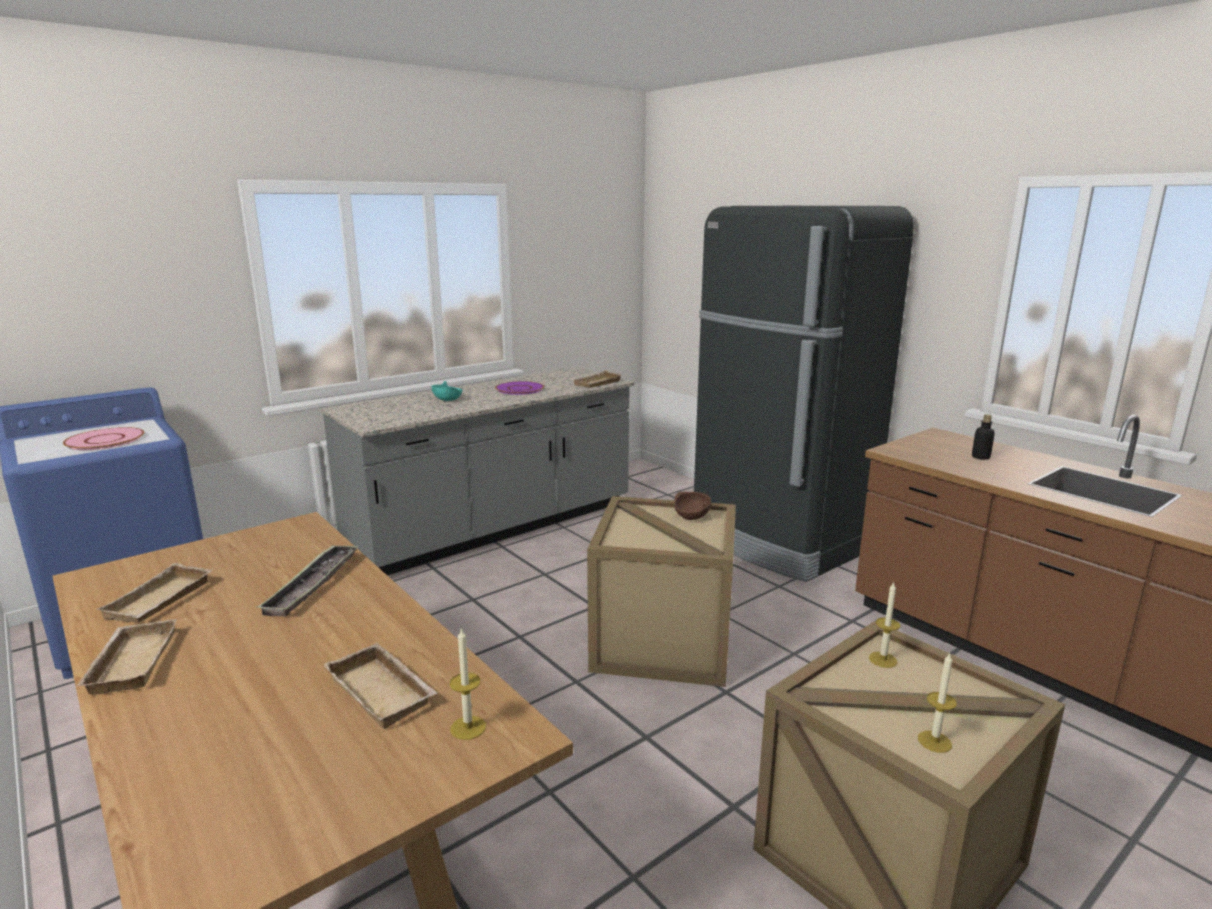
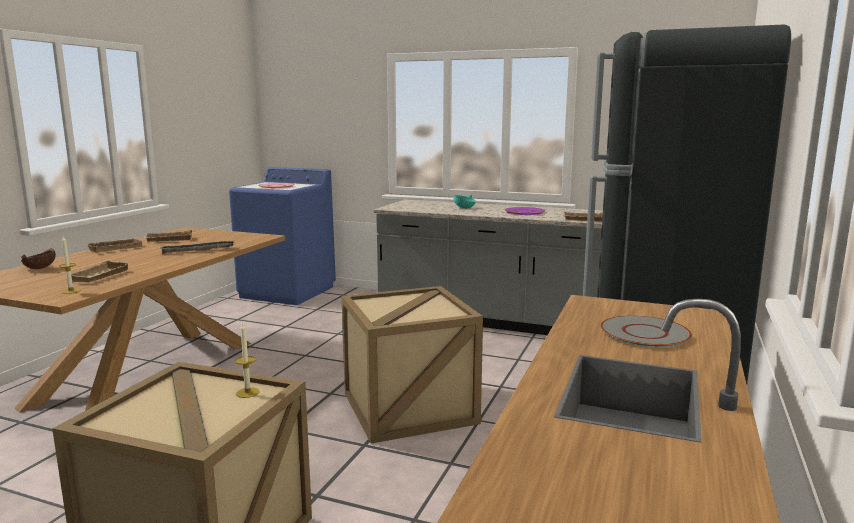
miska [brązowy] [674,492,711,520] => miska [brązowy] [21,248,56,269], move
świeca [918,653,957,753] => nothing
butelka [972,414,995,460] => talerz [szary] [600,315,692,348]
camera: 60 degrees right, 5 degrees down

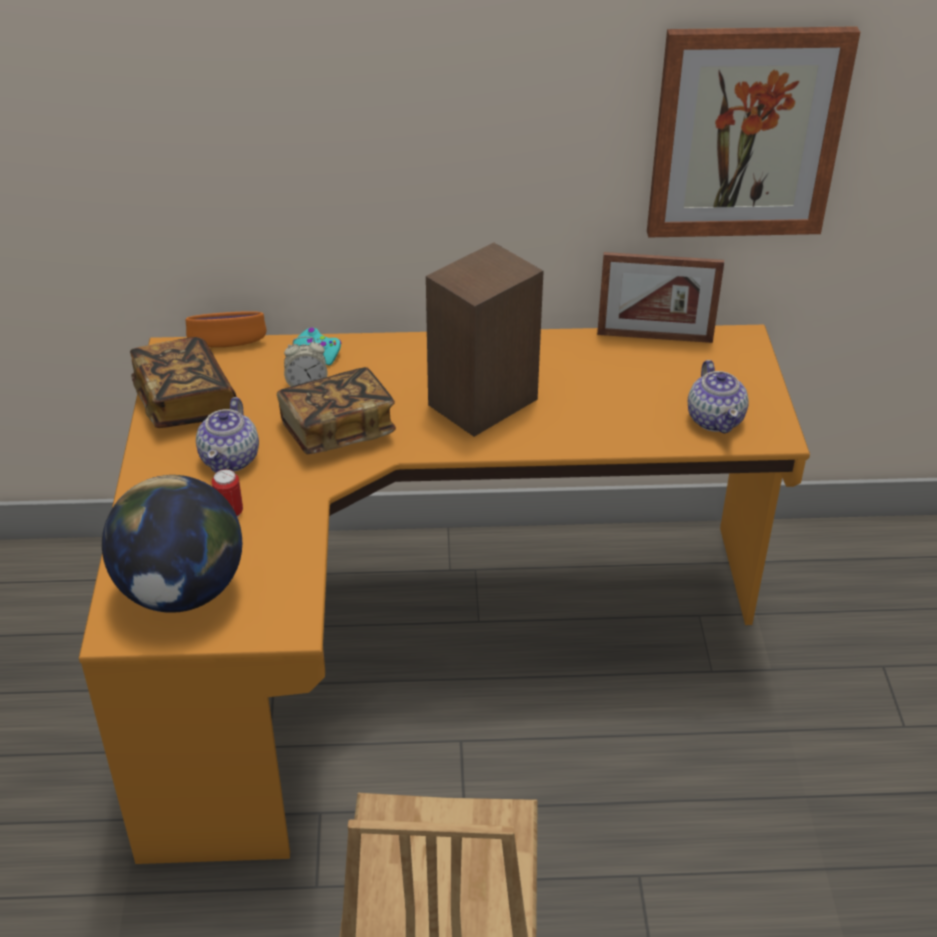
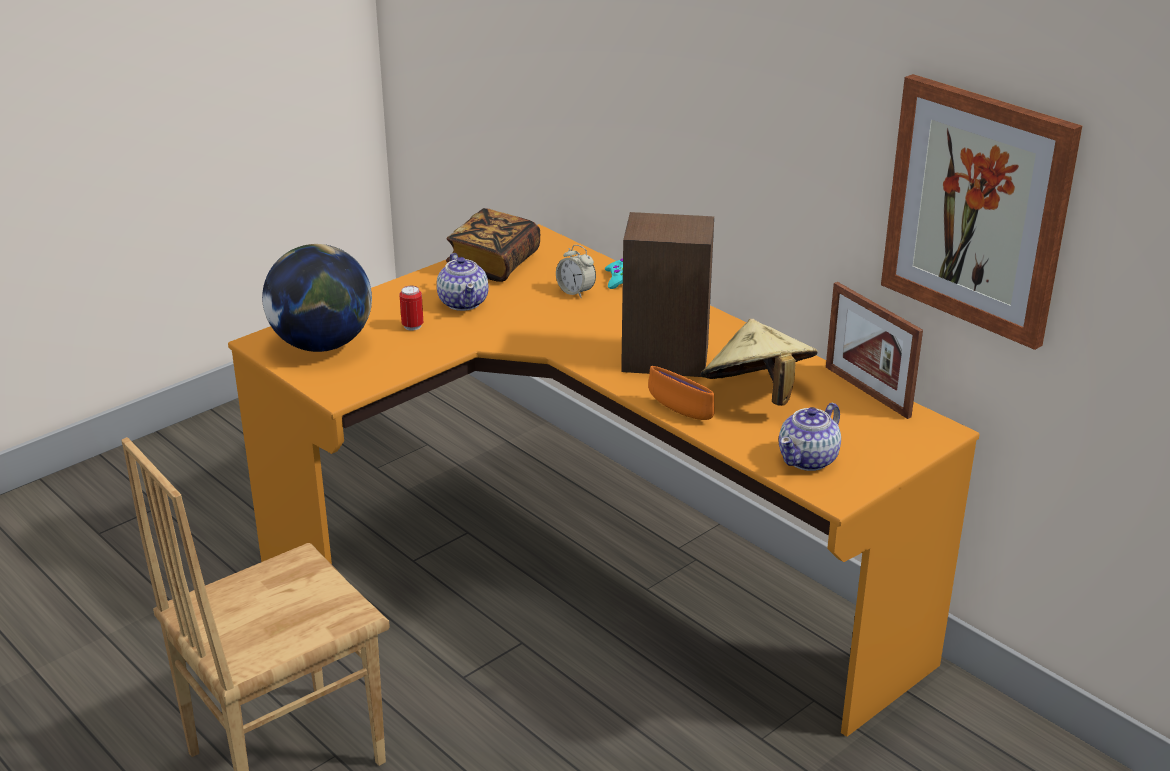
miska [pomarańczowy] [186,311,267,347] => miska [pomarańczowy] [648,366,715,420], move
imbryk [196,397,259,473] => imbryk [437,253,489,311], 75 degrees counterclockwise
książka [277,367,396,454] => nothing
nothing => kapelusz [beżowy] [701,319,817,406]
camera: 50 degrees right, 10 degrees down

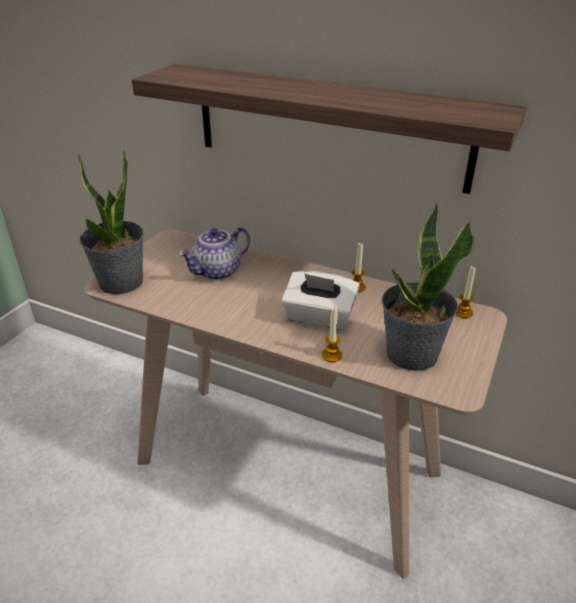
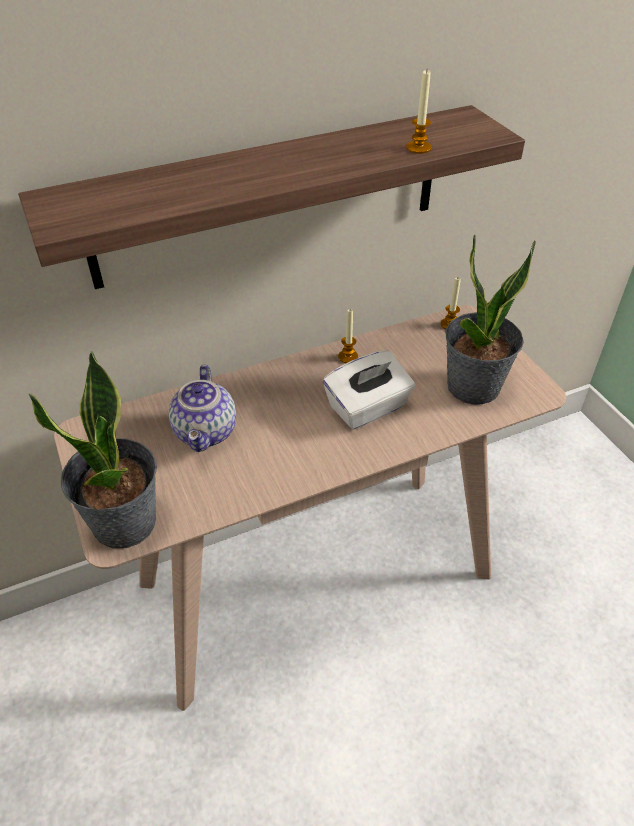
świeca [322,306,342,362] => świeca [406,70,432,154], move
camera: 50 degrees left, 10 degrees up

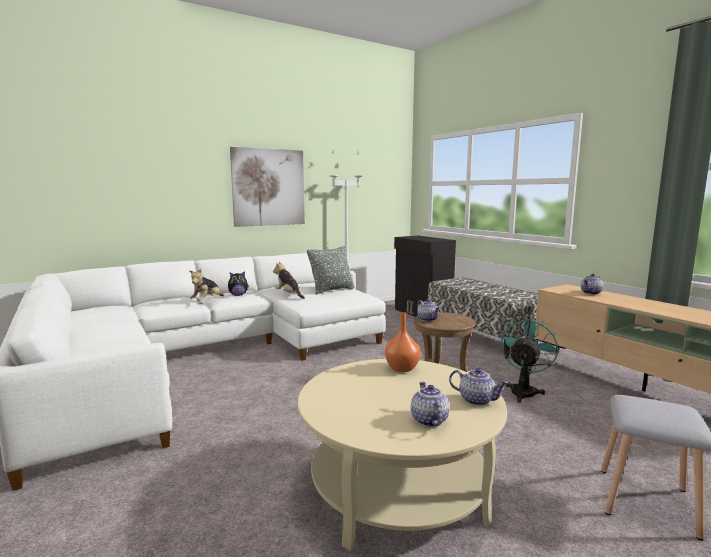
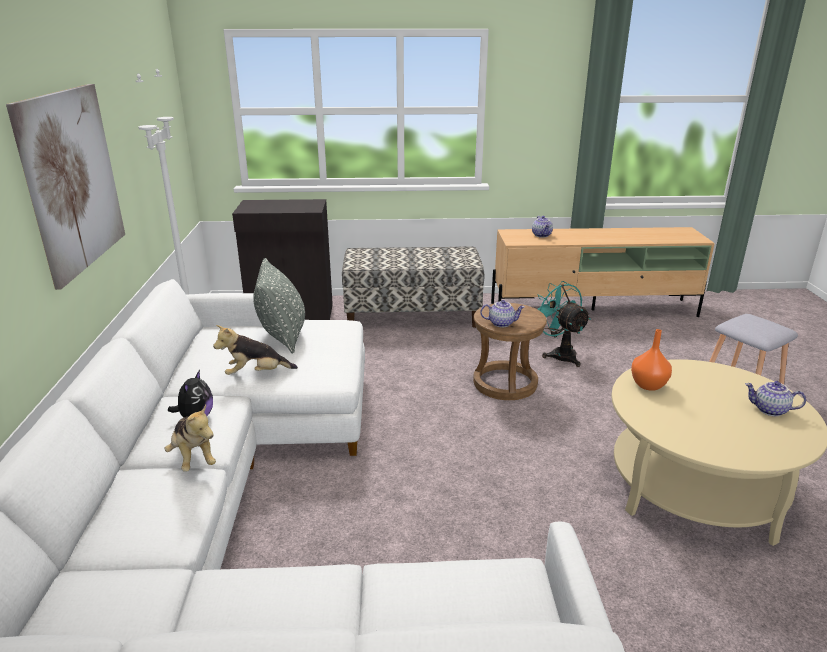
imbryk [449,368,508,406] => nothing
camera: 60 degrees left, 15 degrees up

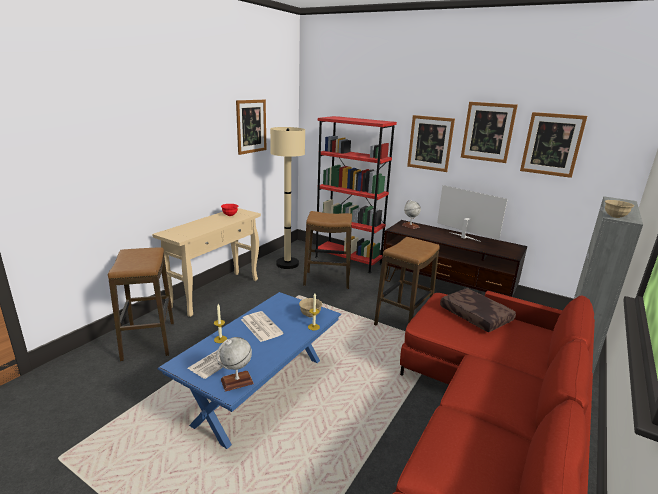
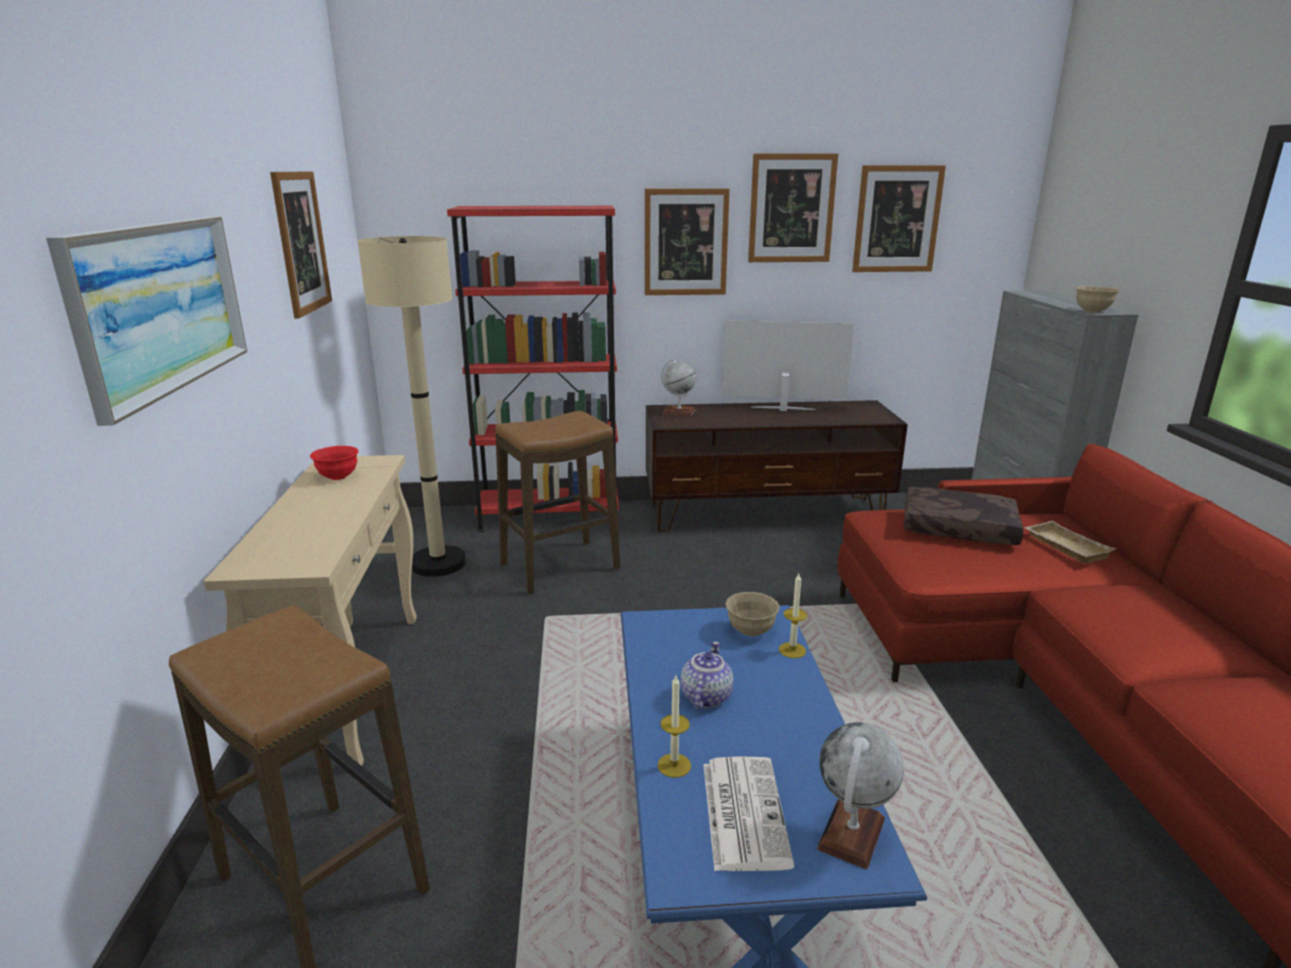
gazeta [241,311,284,342] => imbryk [681,641,733,709]
stołek [374,237,440,325] => nothing
nothing => obraz [46,217,247,426]
nothing => taca [beżowy] [1024,521,1116,563]
camera: 35 degrees left, 0 degrees up

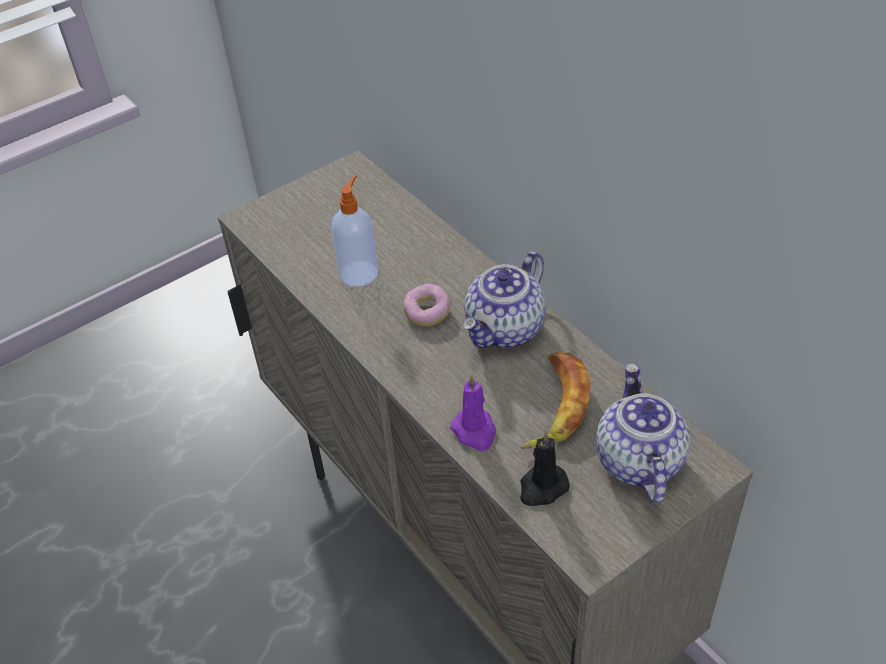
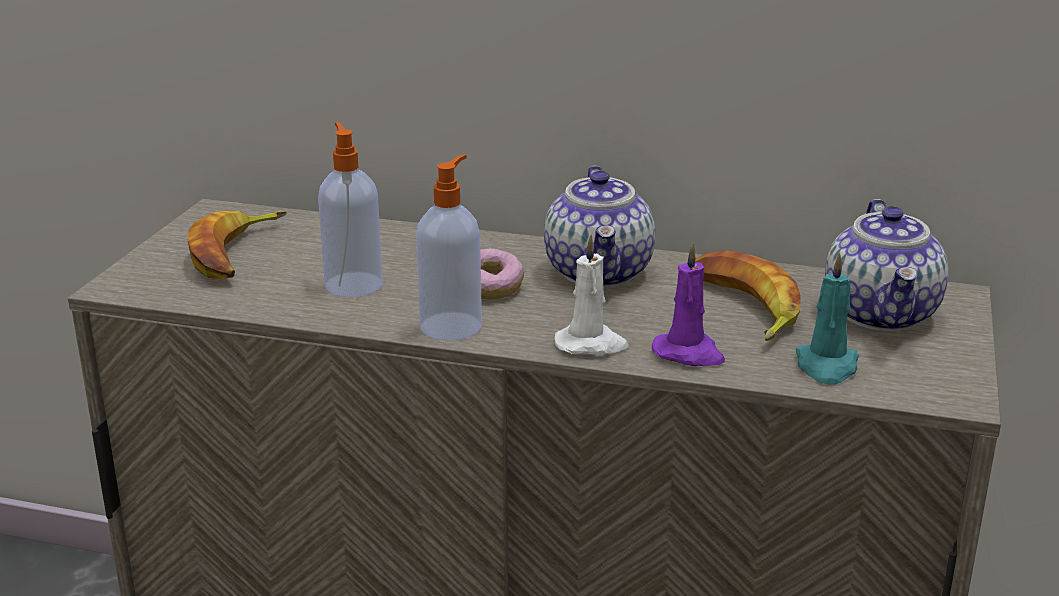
świeca [czarny] [520,431,570,506] => świeca [turkusowy] [796,252,859,385]
imbryk [596,363,690,504] => imbryk [825,199,948,331], 135 degrees counterclockwise
nothing => banan [188,211,287,279]
nothing => dozownik mydła [416,154,482,340]
nothing => świeca [biały] [555,235,629,355]
camera: 40 degrees left, 20 degrees down

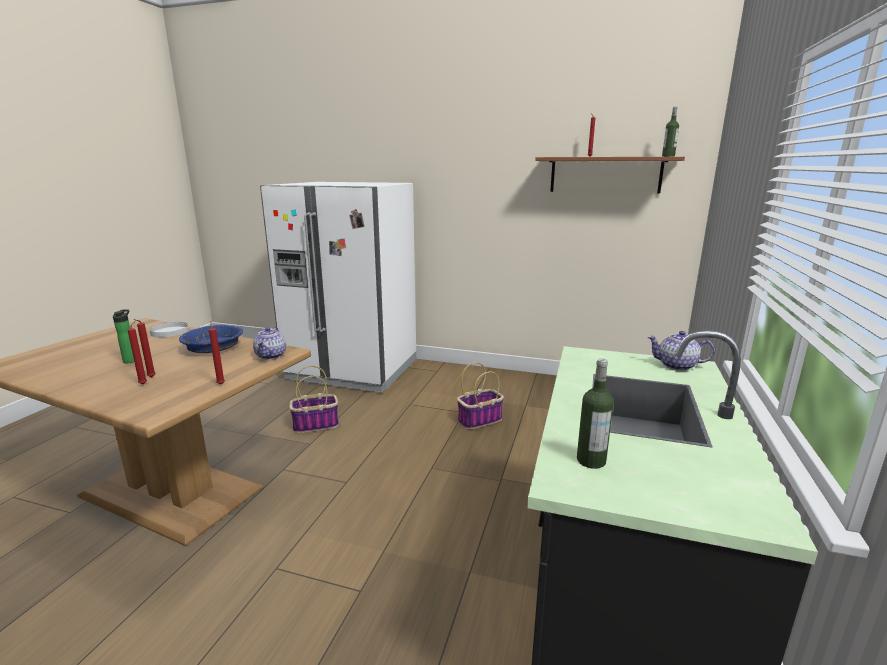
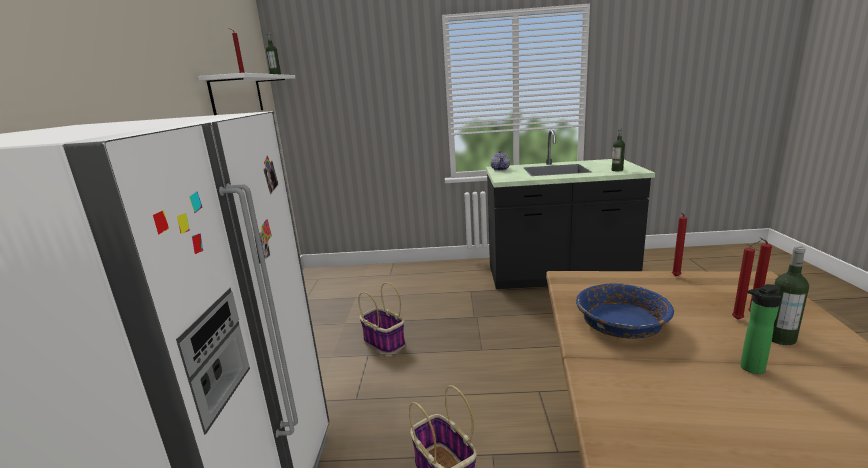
talerz [biały] [150,322,189,337] => nothing
imbryk [253,327,286,360] => nothing
półka [brązowy] [535,157,685,193] => półka [biały] [198,73,295,115]
nothing => butelka [772,246,809,345]
camera: 105 degrees left, 0 degrees up

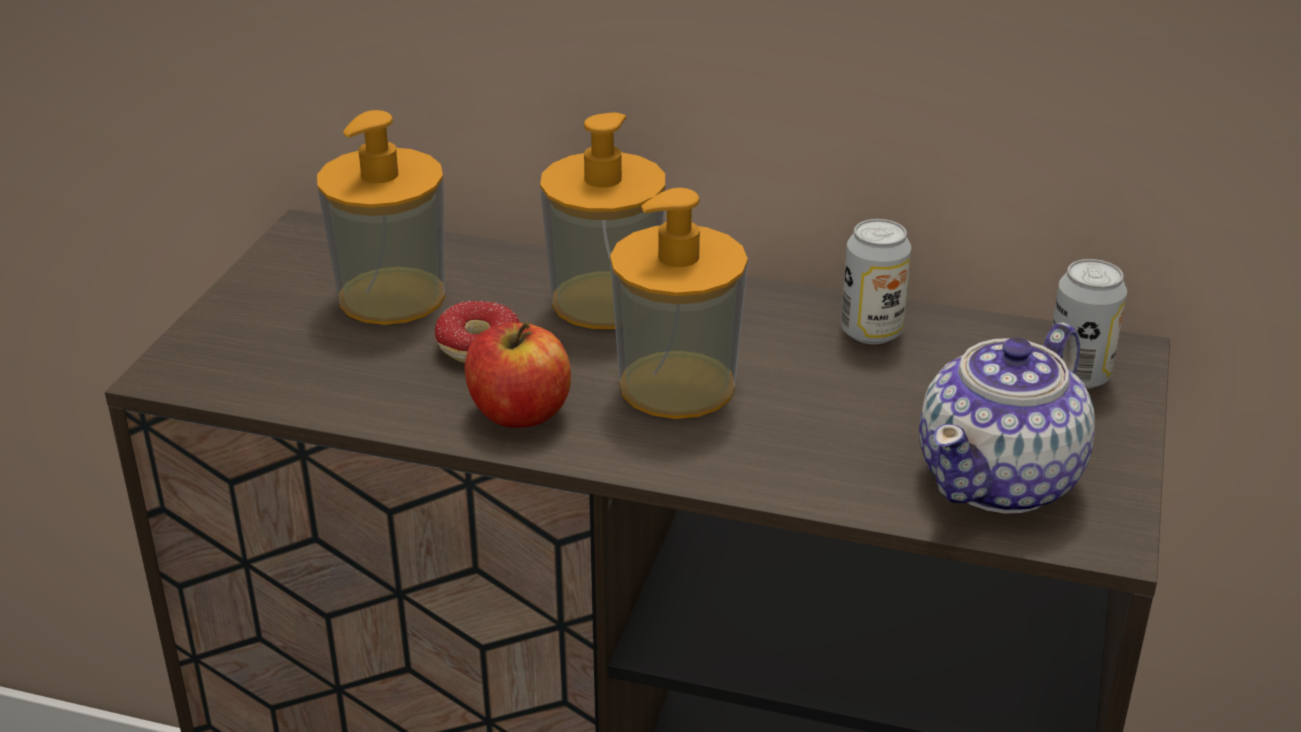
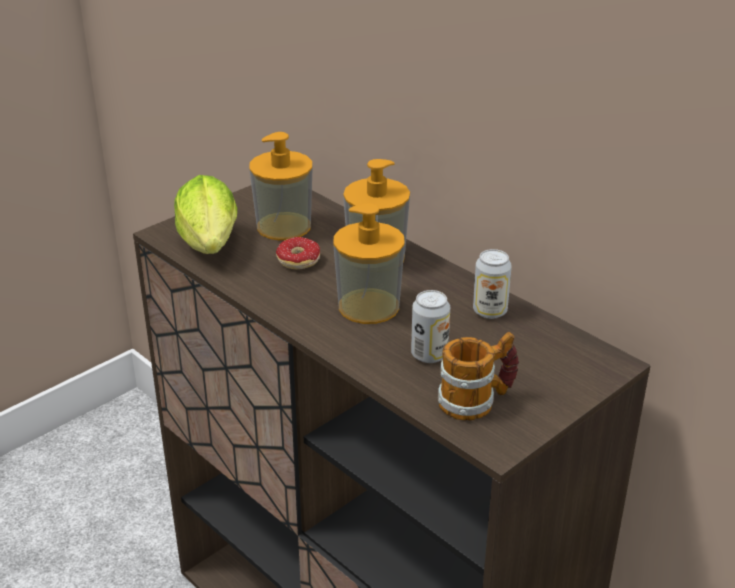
jabłko [464,322,571,428] => nothing
imbryk [919,322,1095,514] => kubek [438,332,519,420]
puszka [1052,259,1127,389] => puszka [411,290,450,363], move
nothing => sałata [174,175,237,254]
camera: 30 degrees right, 0 degrees up

